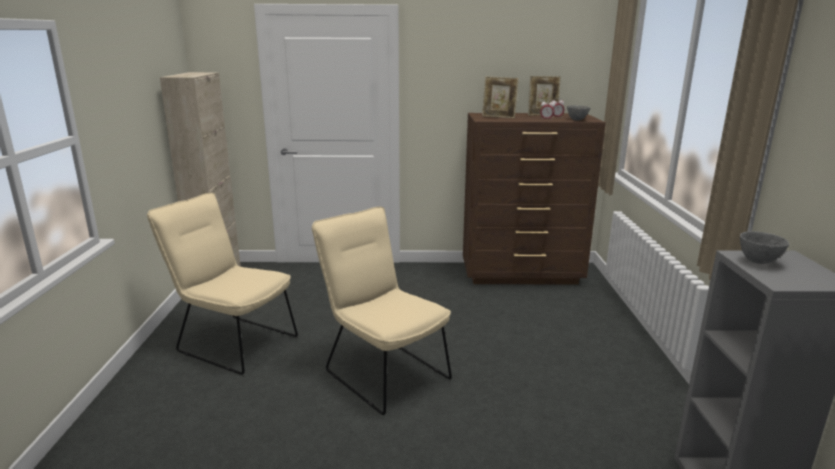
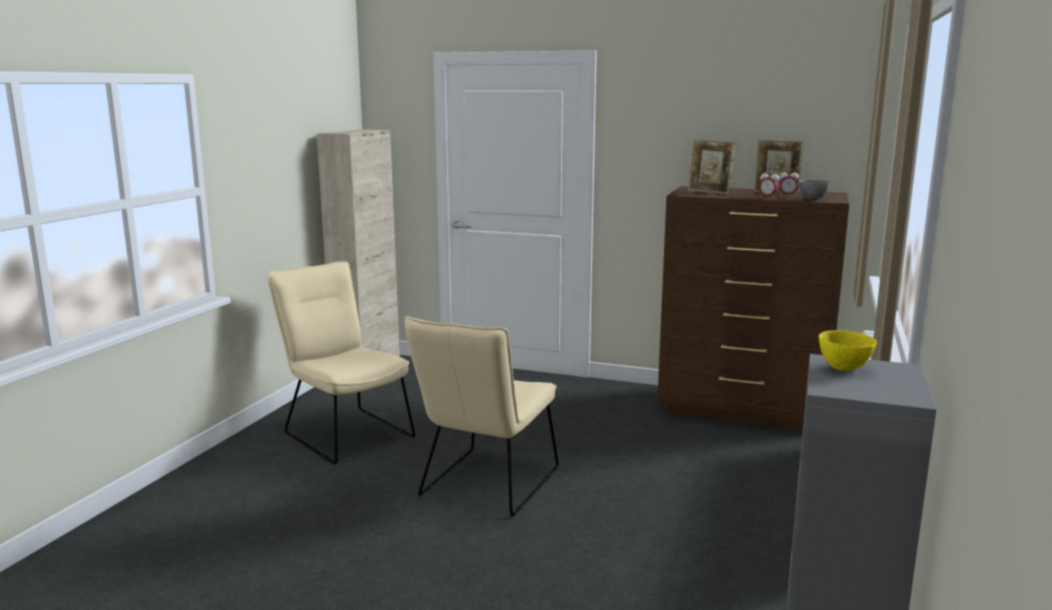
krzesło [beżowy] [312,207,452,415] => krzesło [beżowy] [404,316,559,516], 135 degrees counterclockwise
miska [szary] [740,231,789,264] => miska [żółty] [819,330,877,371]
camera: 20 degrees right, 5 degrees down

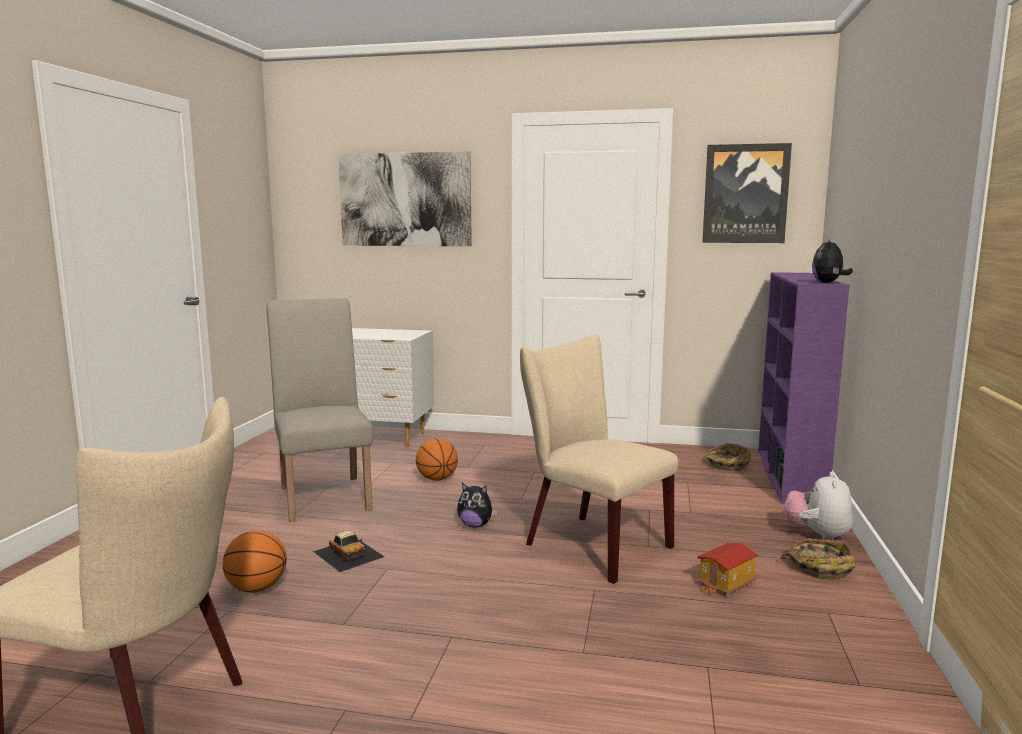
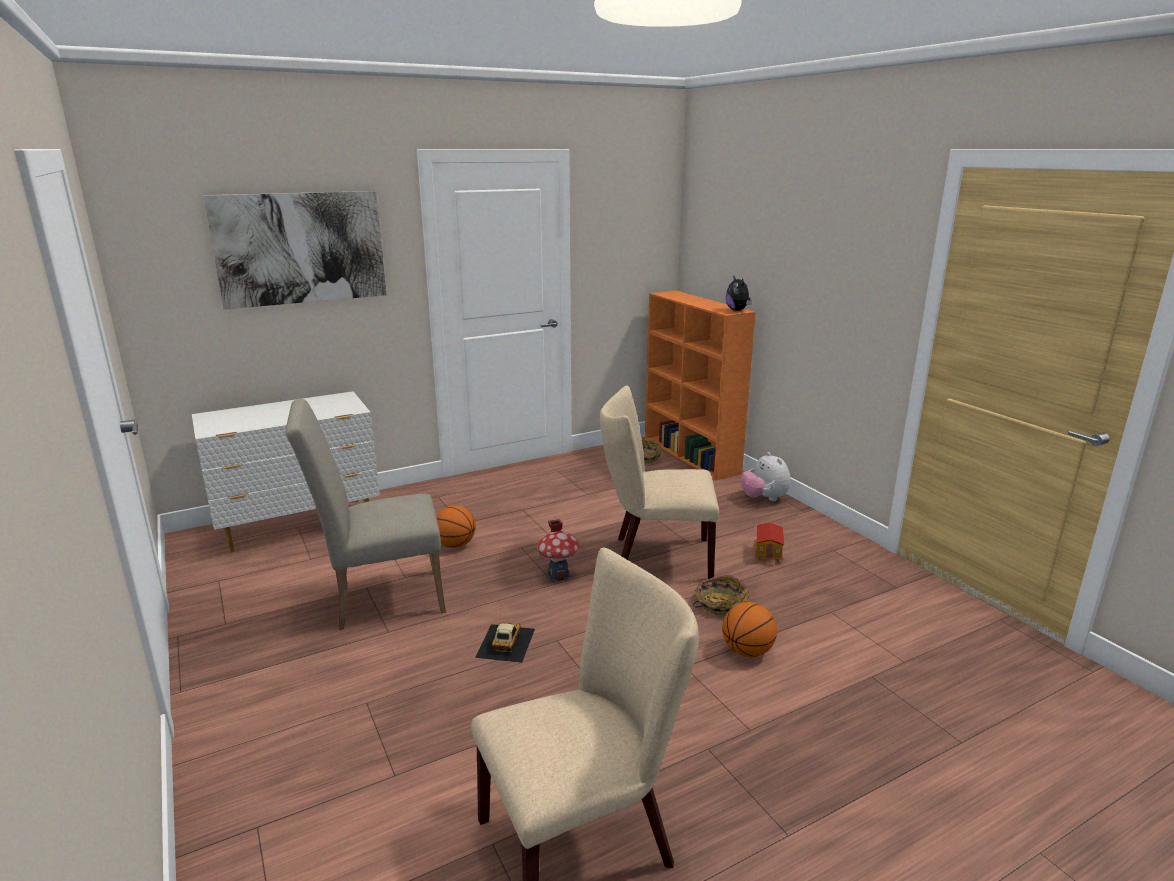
piłka do koszykówki [223,530,287,593] => piłka do koszykówki [722,602,777,657], move
krzesło [beżowy] [267,298,373,522] => krzesło [beżowy] [285,399,446,630], 45 degrees counterclockwise
samochodzik [313,531,384,572] => samochodzik [475,622,535,663], 90 degrees counterclockwise
pluszak [457,483,498,528] => domek [537,519,579,581]
obraz [702,143,792,243] => nothing
regał [fioletowy] [758,272,849,504] => regał [pomarańczowy] [645,290,756,481]
koszyk [781,539,856,580] => koszyk [693,574,750,615], move
camera: 40 degrees left, 10 degrees up

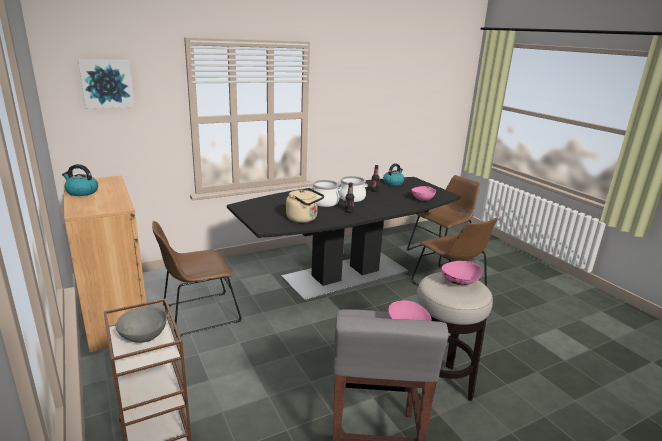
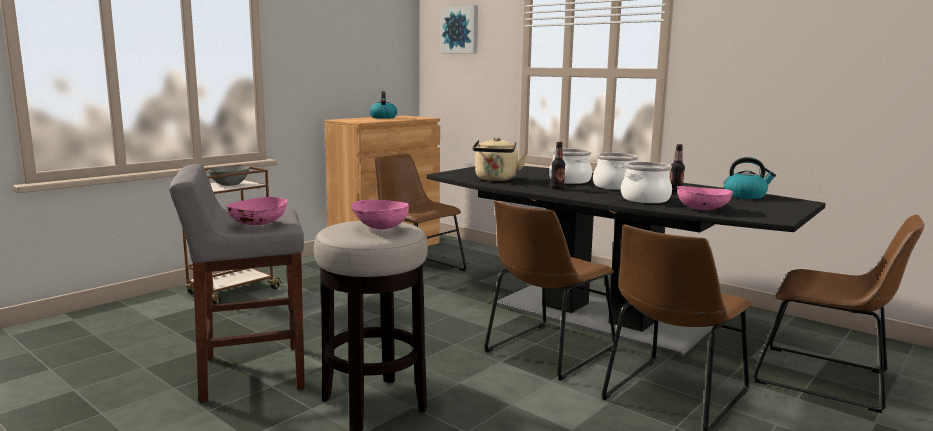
nothing => krzesło [brązowy] [484,200,615,381]
nothing => garnek [621,162,672,203]
camera: 70 degrees right, 10 degrees down

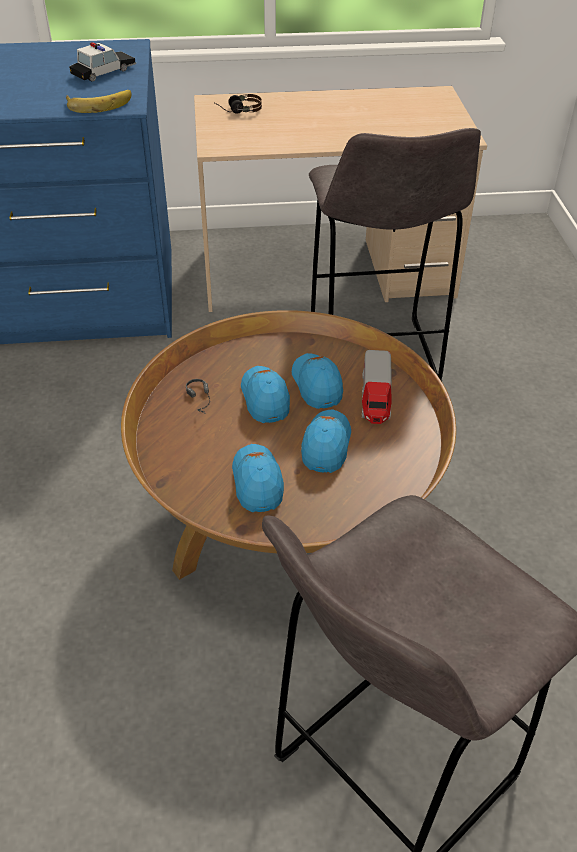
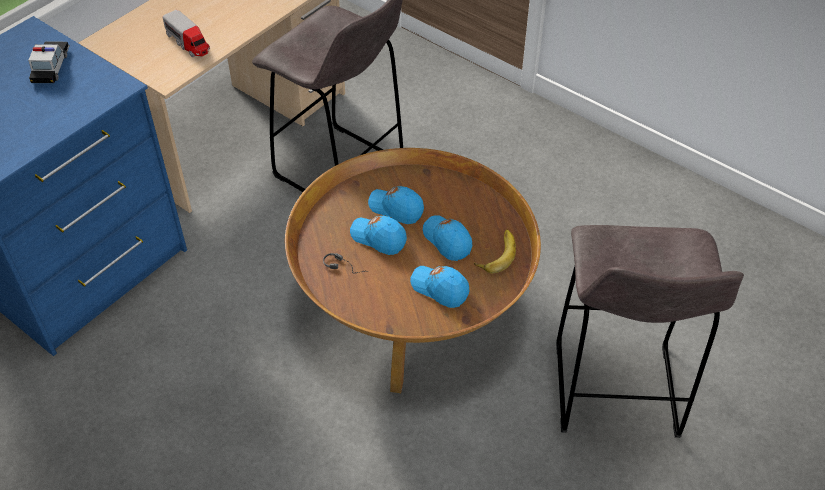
banan [66,90,132,113] => banan [474,230,516,273], move
słuchawki [215,94,262,114] => nothing
ciężarówka zabawkowa [362,350,392,424] => ciężarówka zabawkowa [163,10,210,57], move
camera: 45 degrees left, 5 degrees up

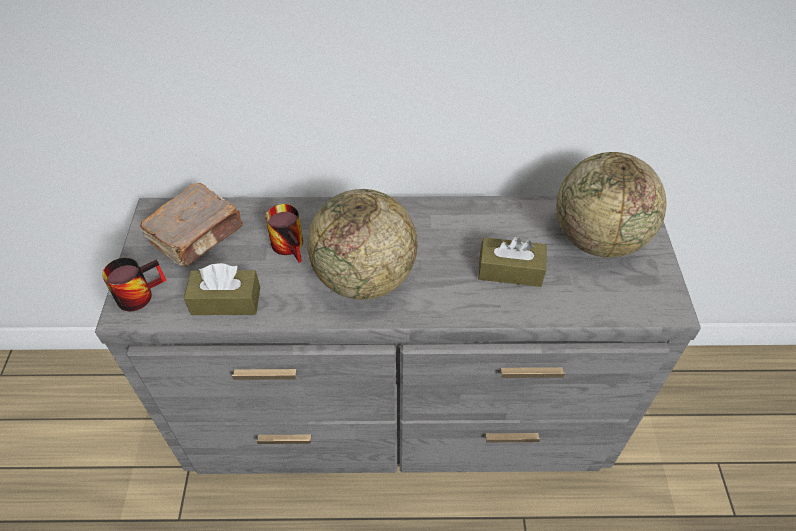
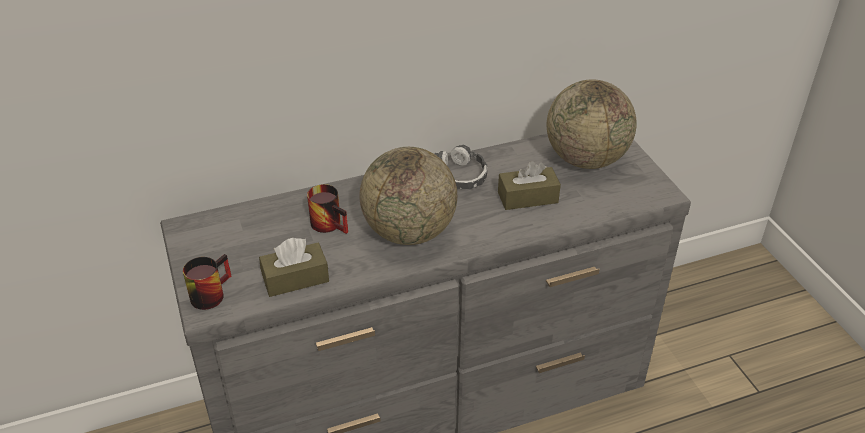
książka [brązowy] [140,183,243,266] => nothing
nothing => słuchawki [435,144,487,190]
camera: 20 degrees left, 10 degrees down

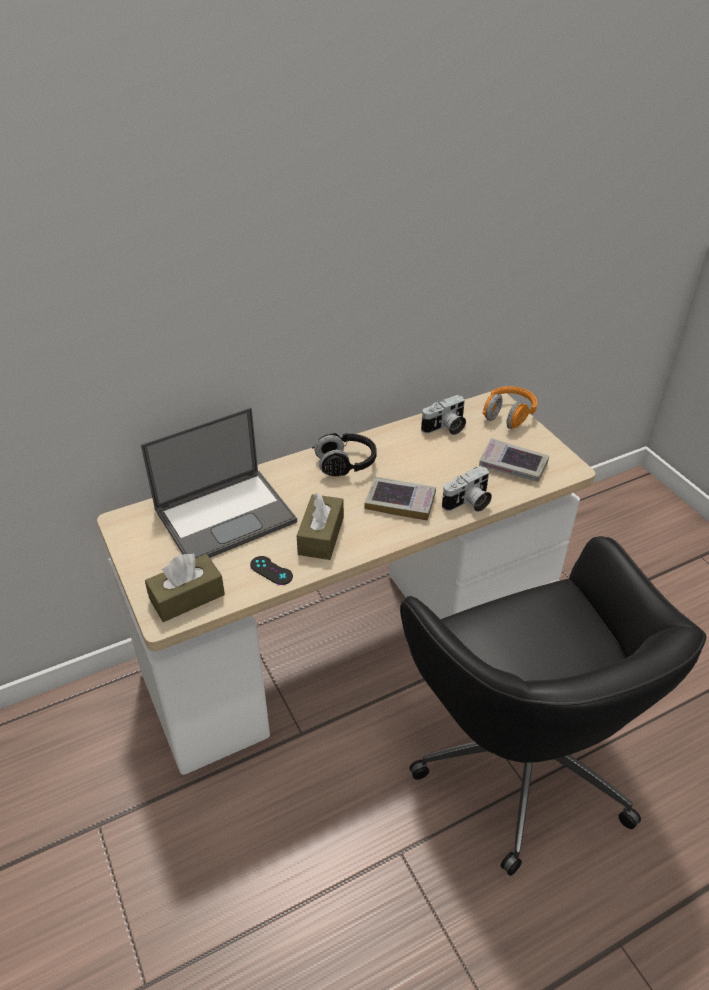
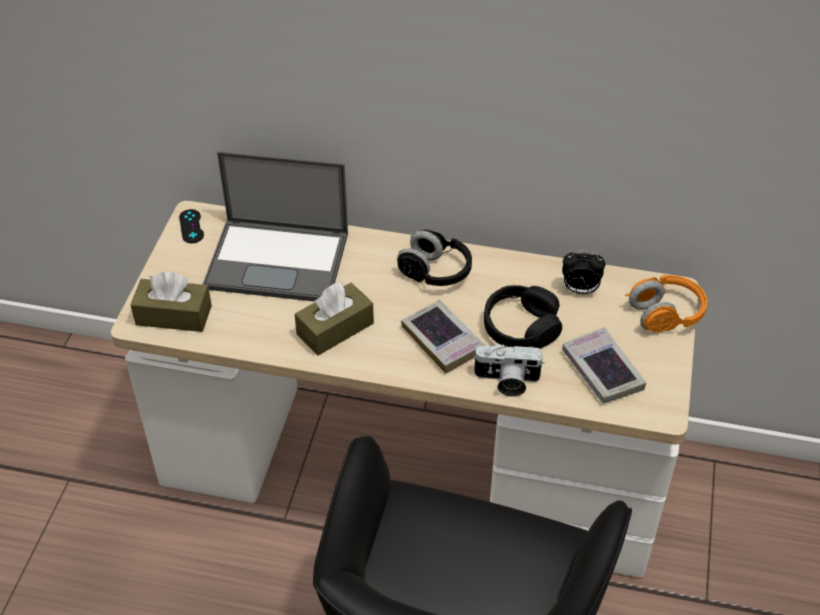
pad do gier [czarny] [250,556,293,585] => pad do gier [czarny] [179,209,204,243], move
aparat fotograficzny [421,395,466,435] => budzik [562,250,606,294]
nothing => słuchawki [czarny] [484,285,562,348]
camera: 40 degrees right, 5 degrees up

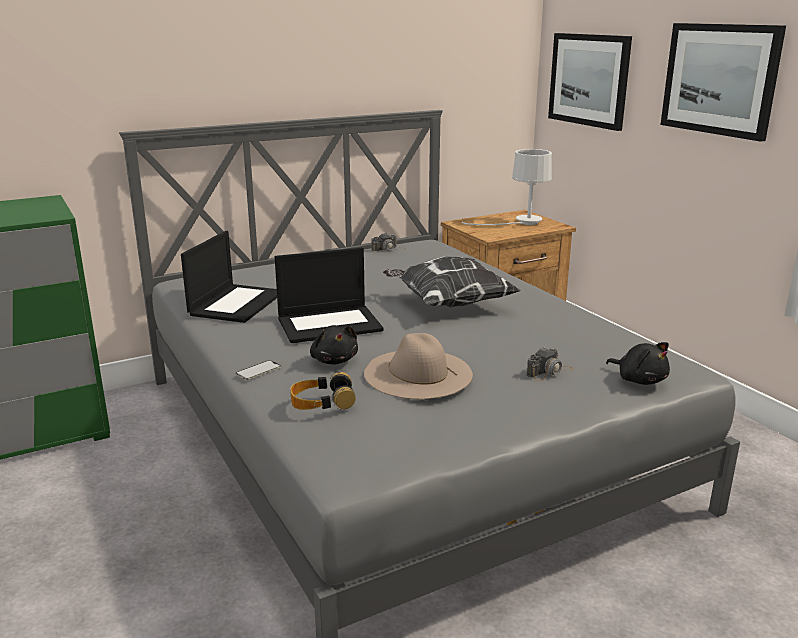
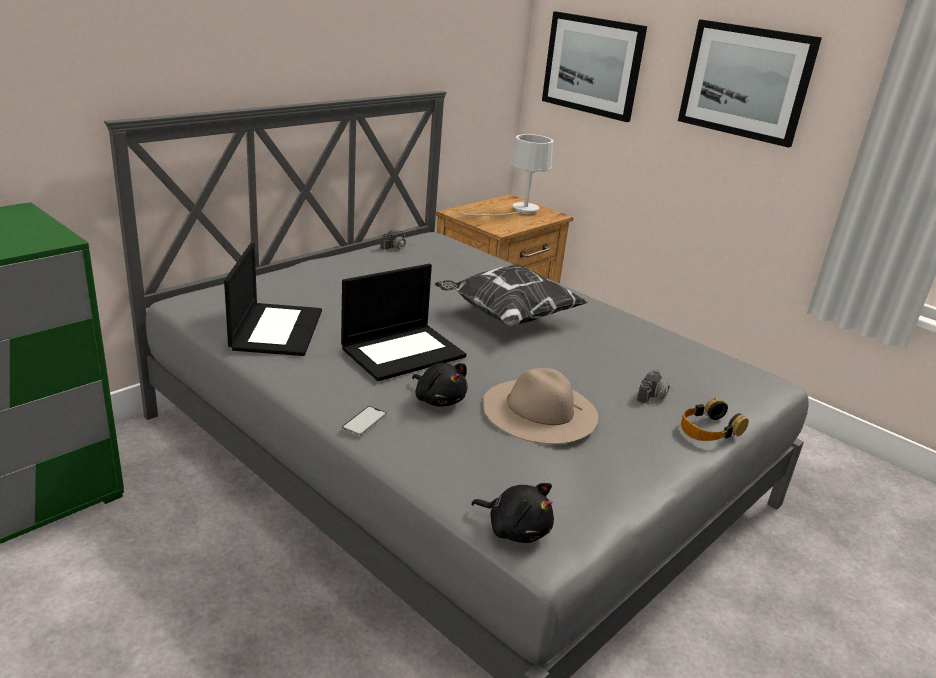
słuchawki [290,372,356,410] => słuchawki [681,398,749,441], move
pluszak [czarny] [606,342,670,385] => pluszak [czarny] [471,483,554,543], move
camera: 20 degrees left, 5 degrees up

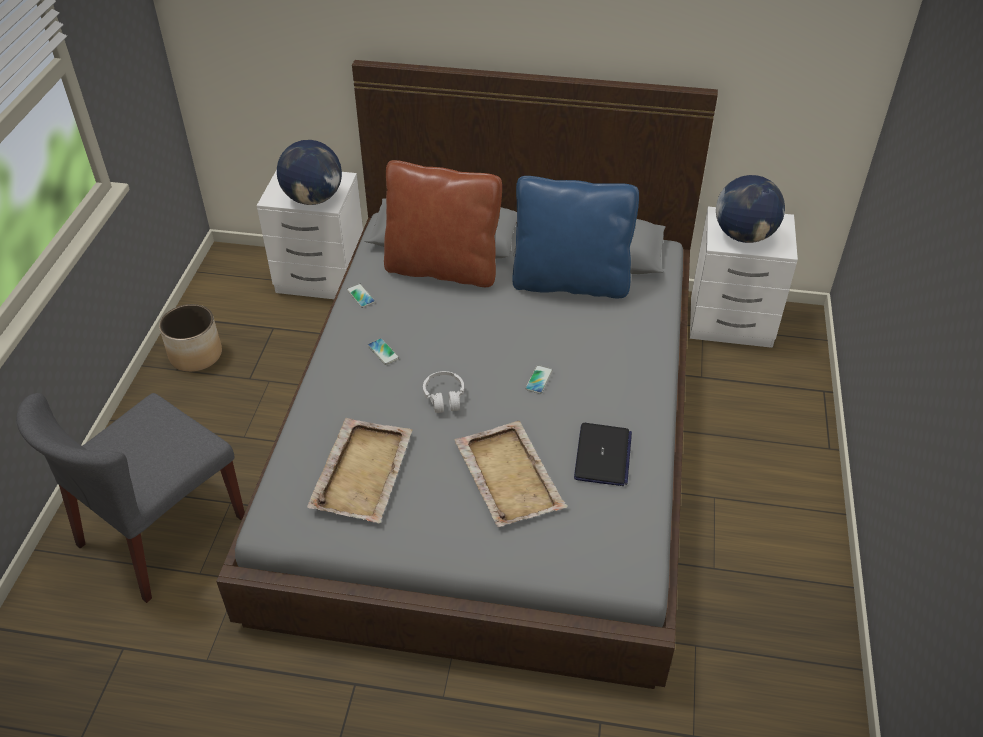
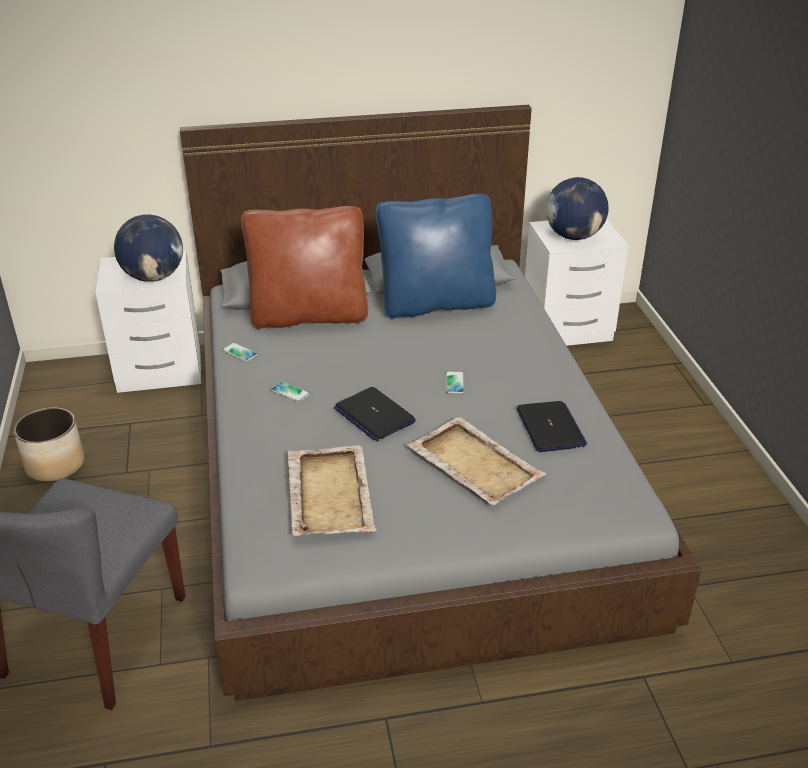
słuchawki [biały] [423,371,464,413] => laptop [334,387,416,441]
camera: 20 degrees left, 10 degrees down

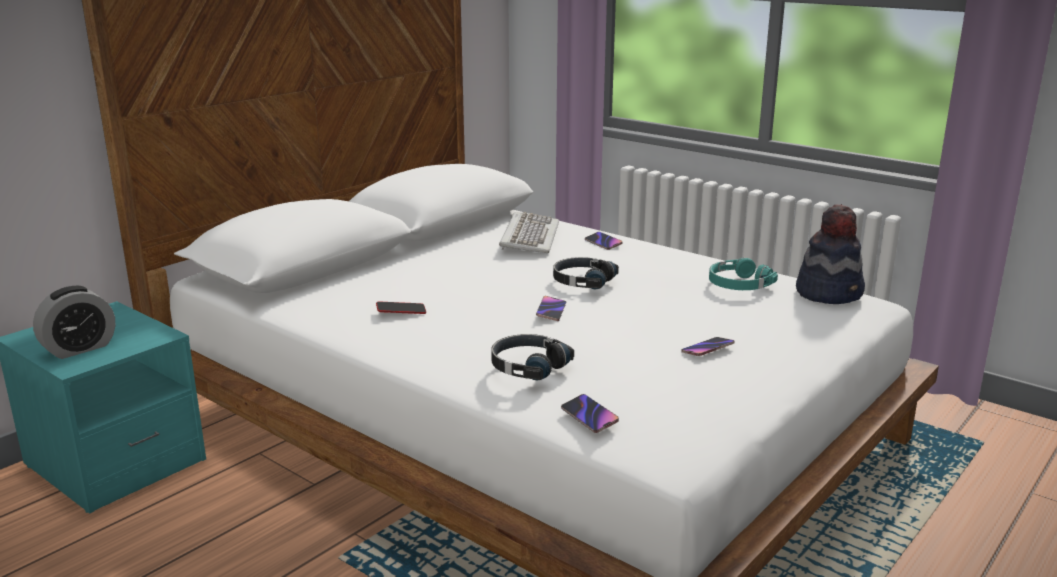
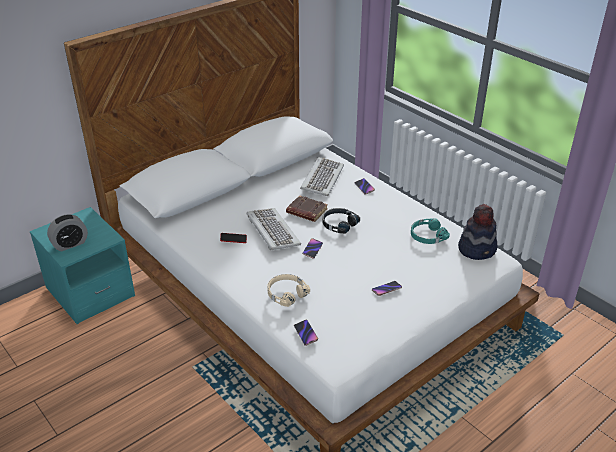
słuchawki [czarny] [491,334,574,381] => słuchawki [beżowy] [267,274,310,307]
nothing => klawiatura [247,208,301,250]
nothing => książka [brązowy] [286,195,328,222]
camera: 10 degrees right, 15 degrees up

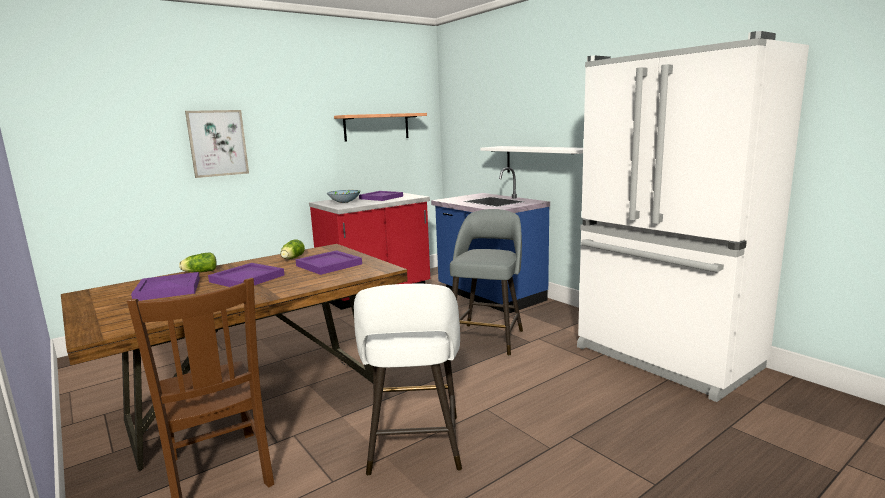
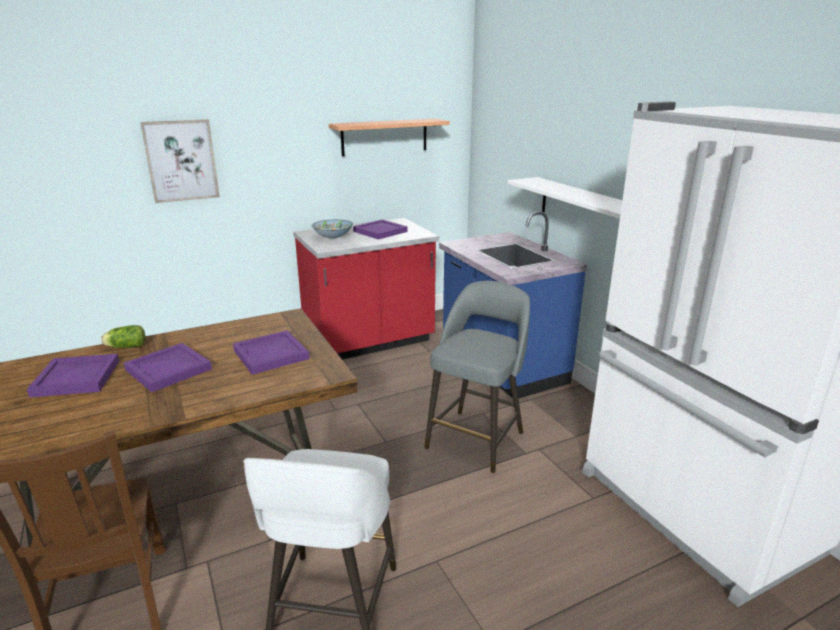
sałata [281,239,305,259] => nothing
camera: 10 degrees right, 10 degrees up

